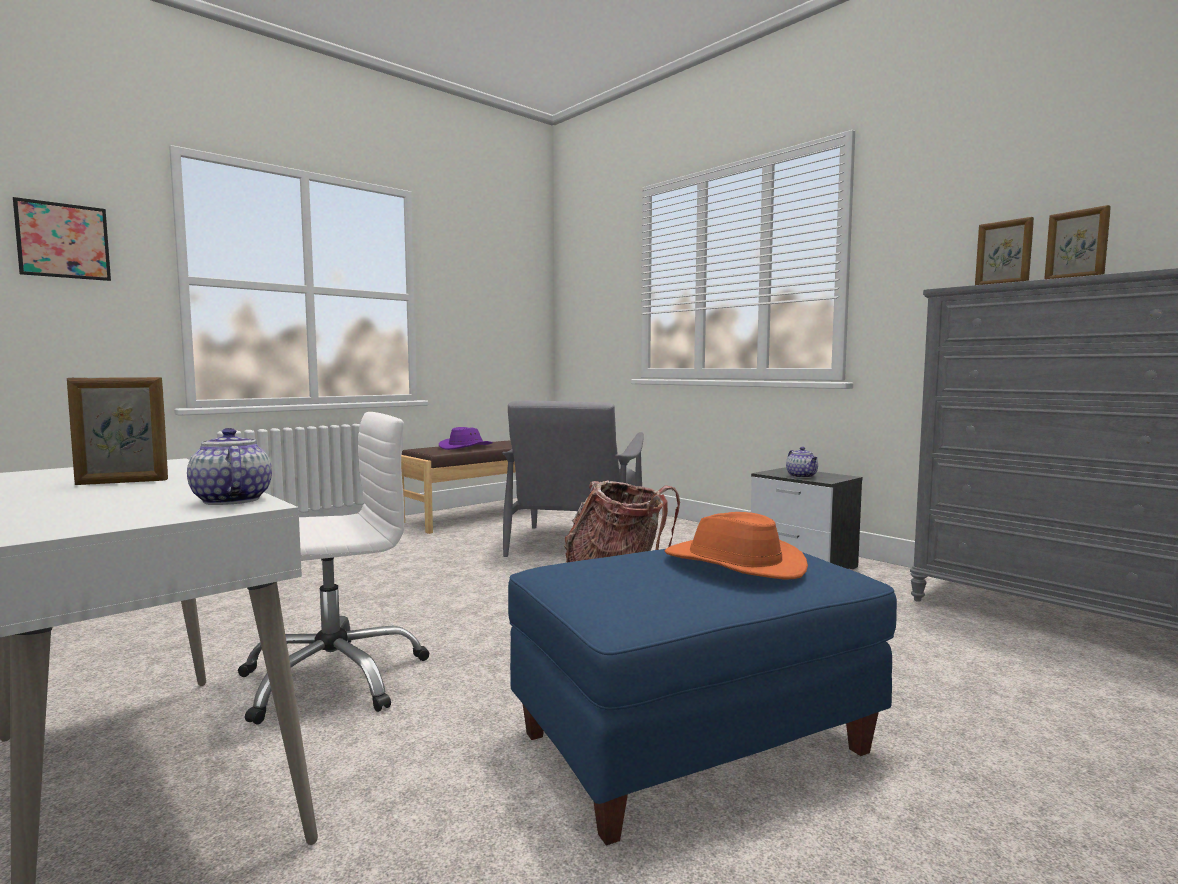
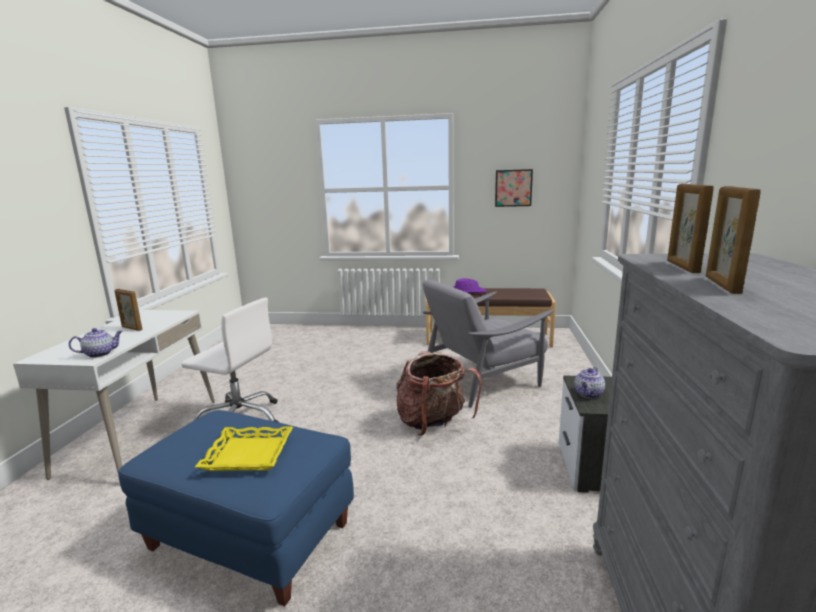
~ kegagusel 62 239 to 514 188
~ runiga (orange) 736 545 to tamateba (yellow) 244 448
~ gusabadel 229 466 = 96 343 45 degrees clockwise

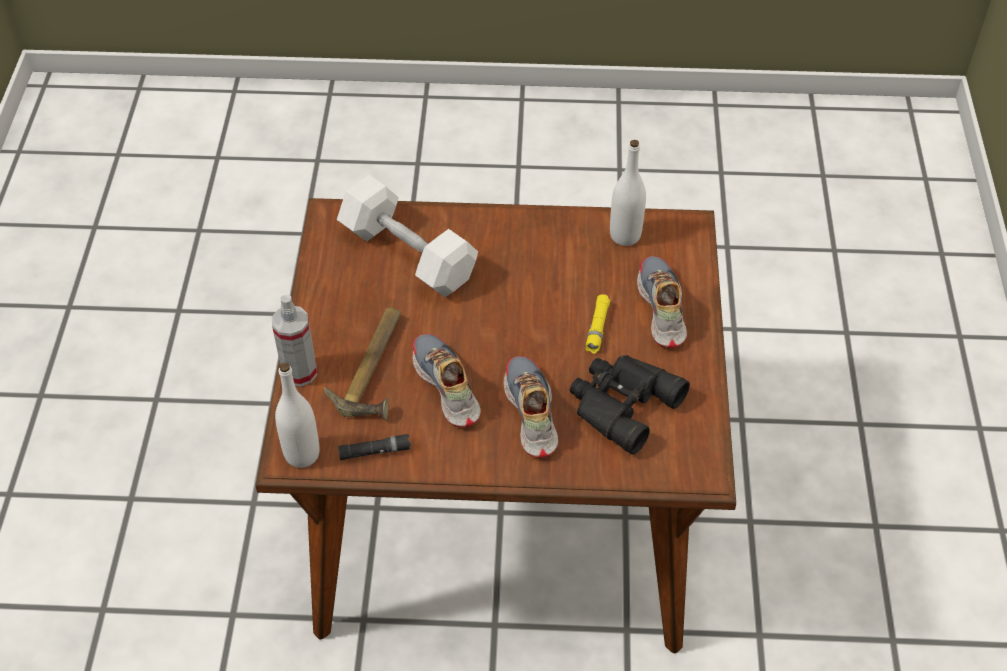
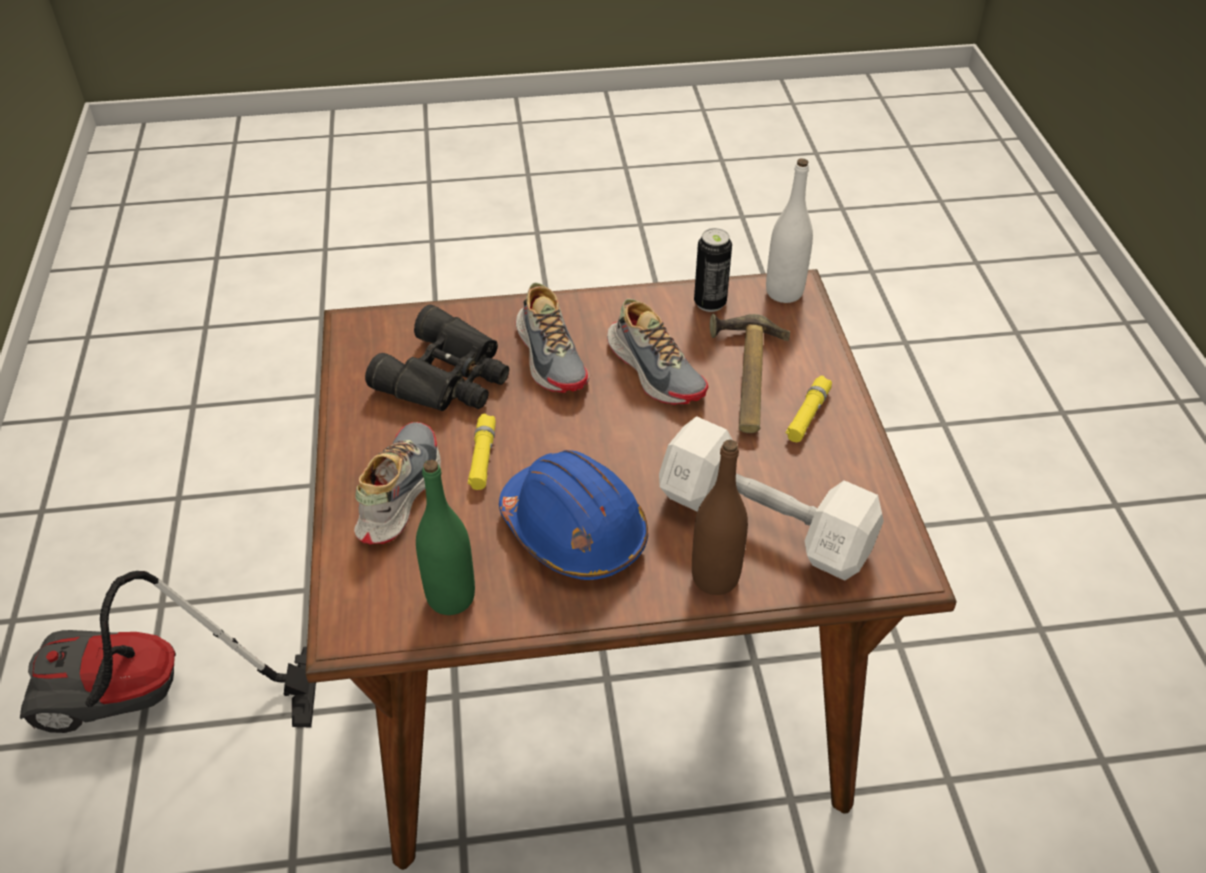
- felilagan 294 341
+ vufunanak 168 652
+ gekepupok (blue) 573 515
+ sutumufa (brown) 720 517
+ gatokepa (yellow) 809 409
~ gatokepa (black) 374 447 to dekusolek 713 270
~ sutumufa (white) 628 193 to sutumufa (green) 445 537
~ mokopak 662 302 = 397 483 150 degrees counterclockwise

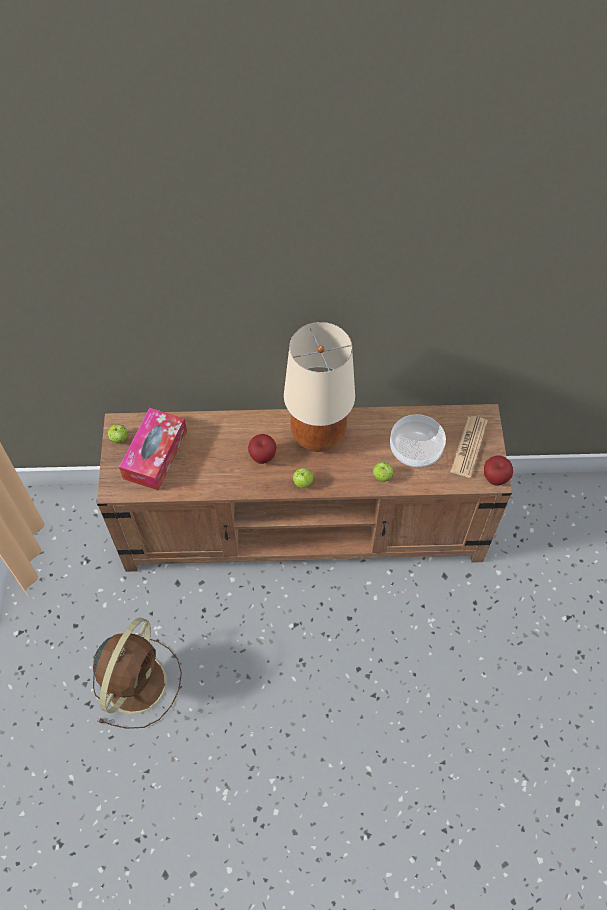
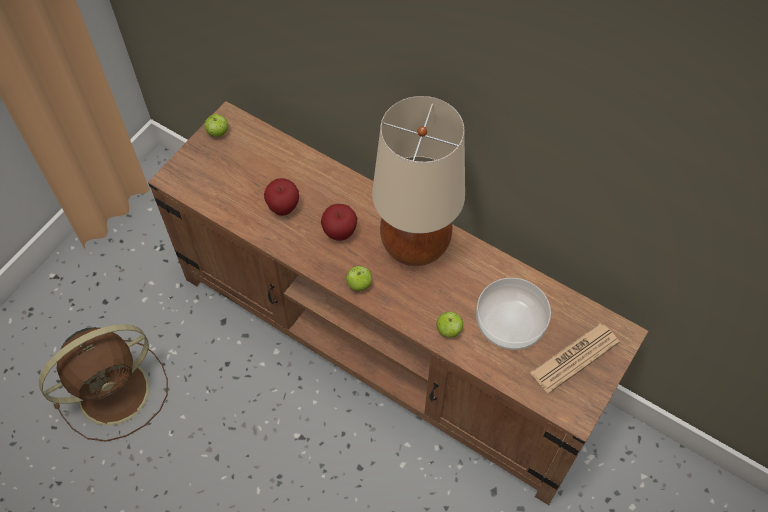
- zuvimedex 153 449
~ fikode 498 470 to 281 197

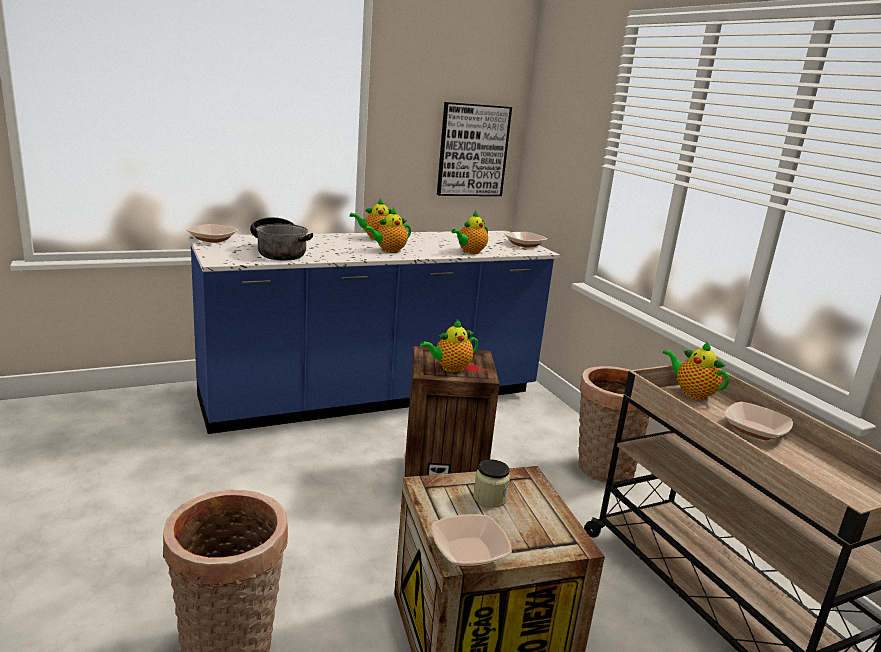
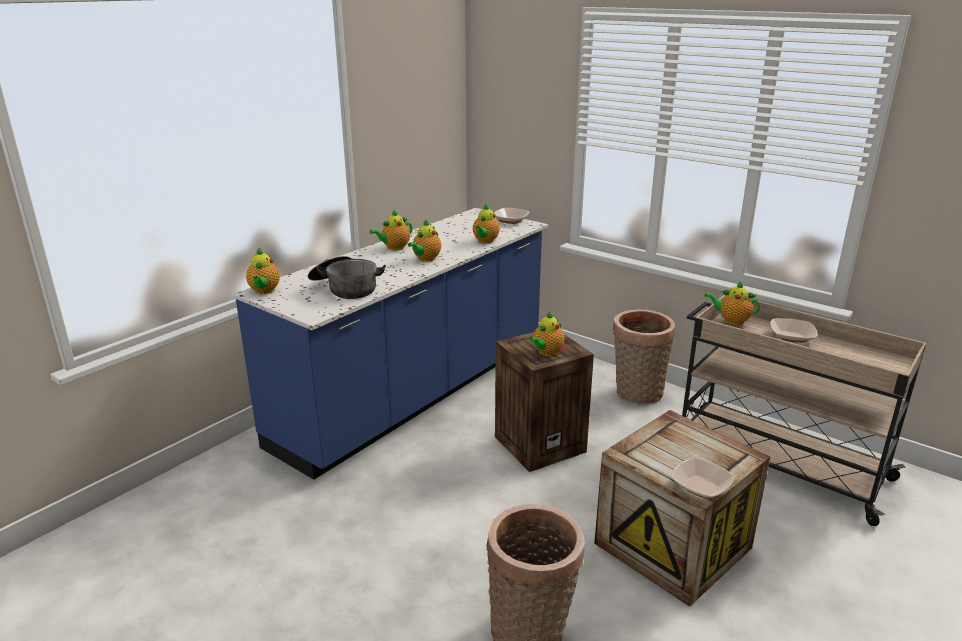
- kegagusel 474 149
- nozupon 491 483
~ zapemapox 212 233 to gusabadel 263 271

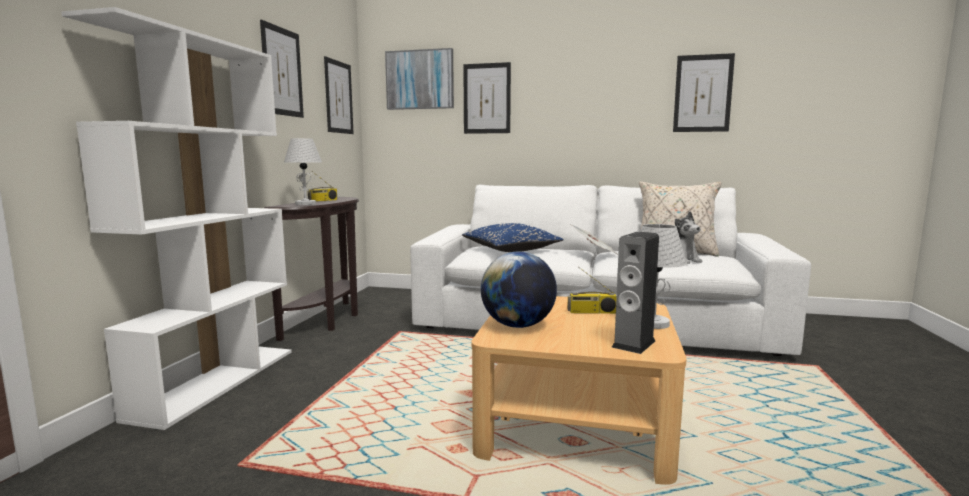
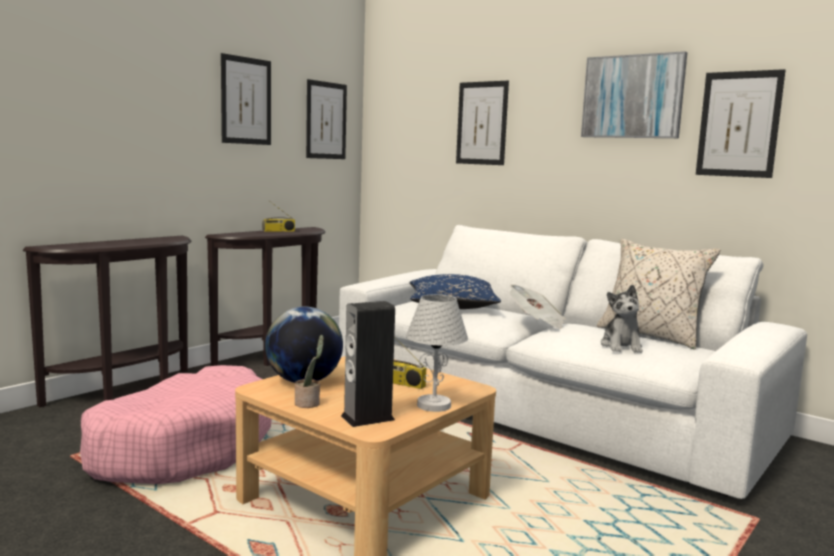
- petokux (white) 303 171
+ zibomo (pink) 176 424
+ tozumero 309 371
~ kegagusel 419 79 to 634 94
~ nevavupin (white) 176 218 to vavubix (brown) 107 321

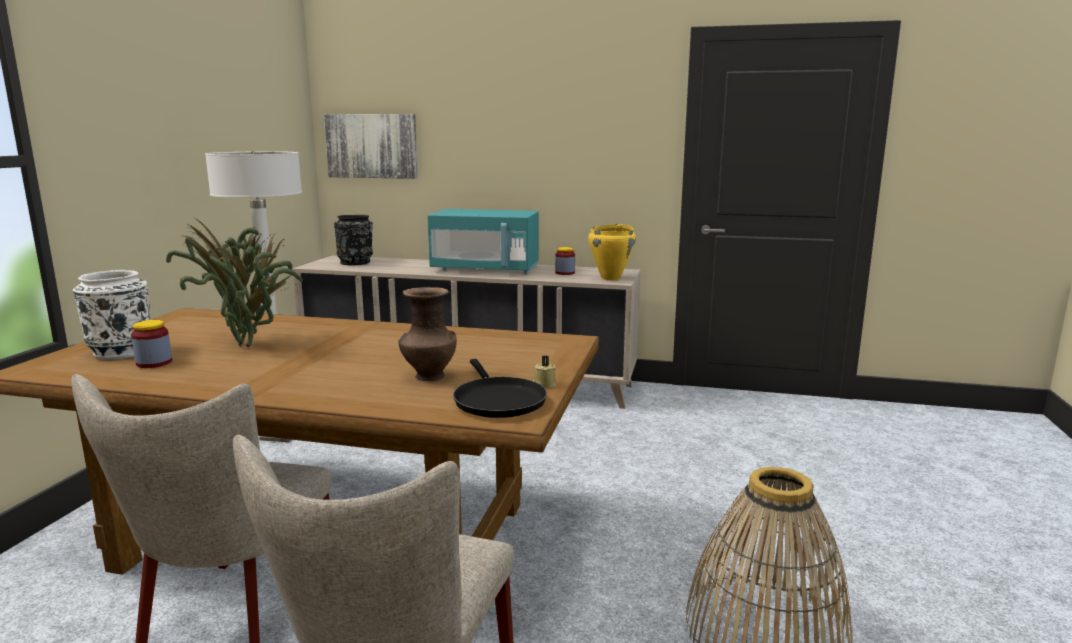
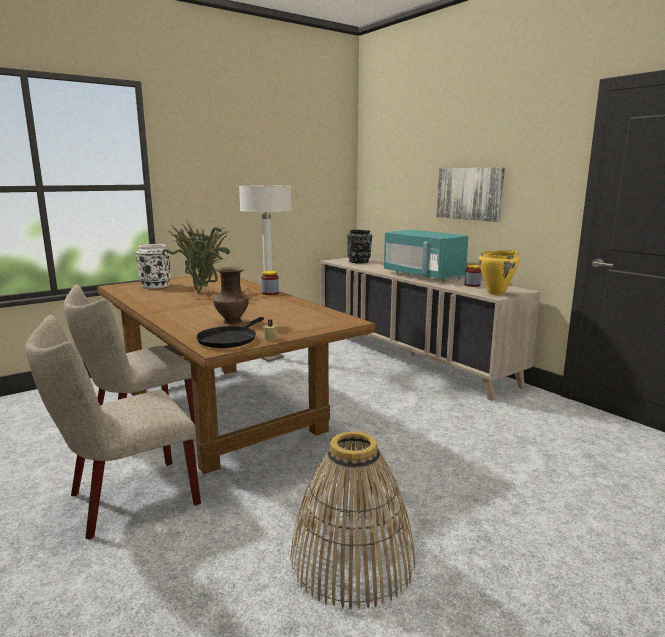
~ nozupon 151 344 to 270 283
~ kegagusel 371 146 to 470 194

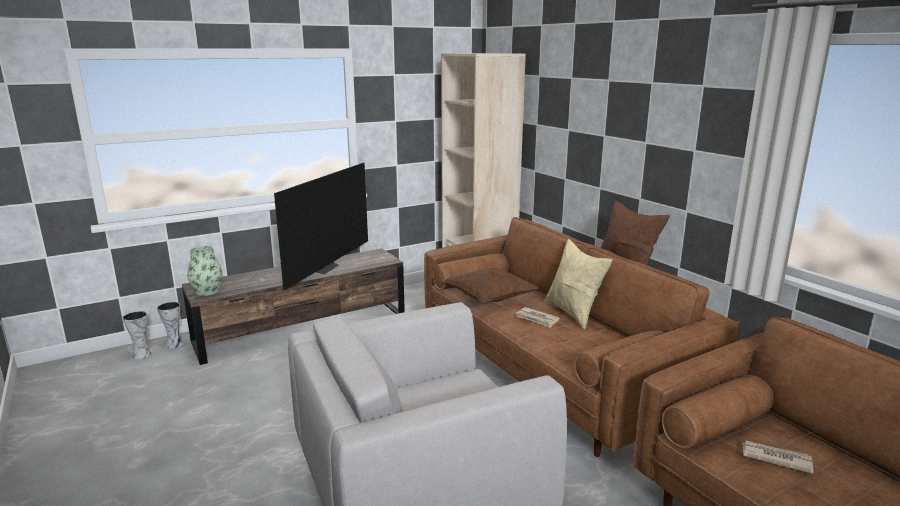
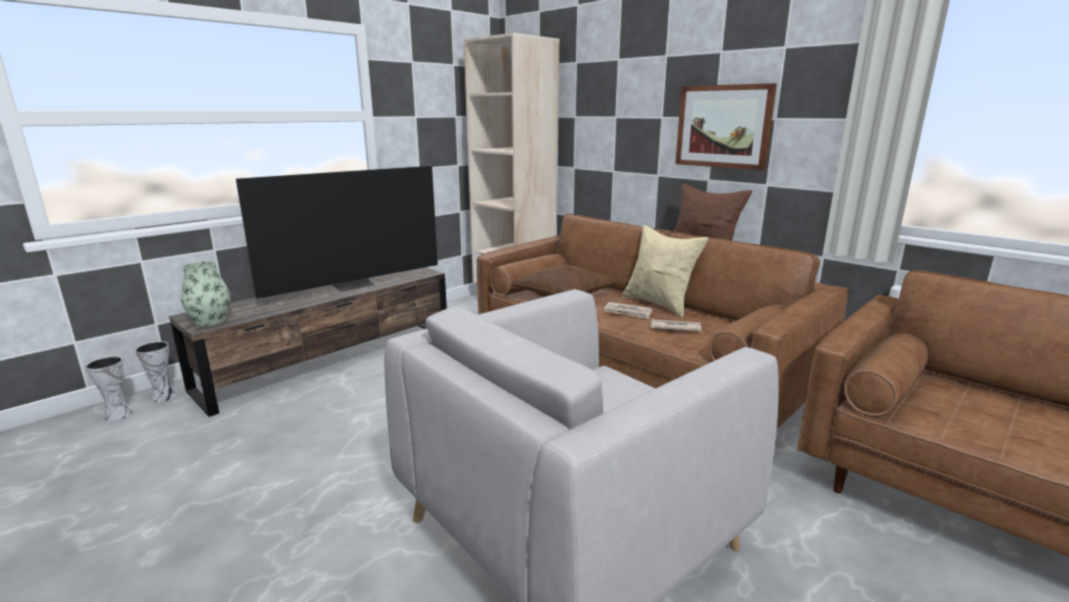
+ kegagusel 726 126
~ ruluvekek 778 457 to 675 325
~ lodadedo 321 226 = 337 232 45 degrees clockwise

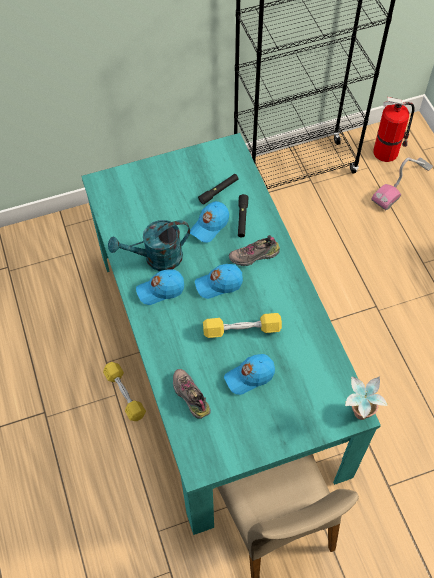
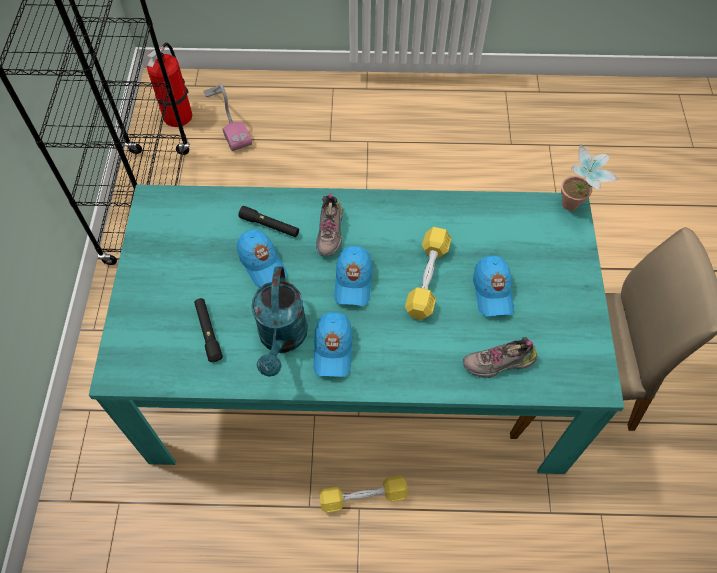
~ gatokepa (black) 218 189 to 208 330

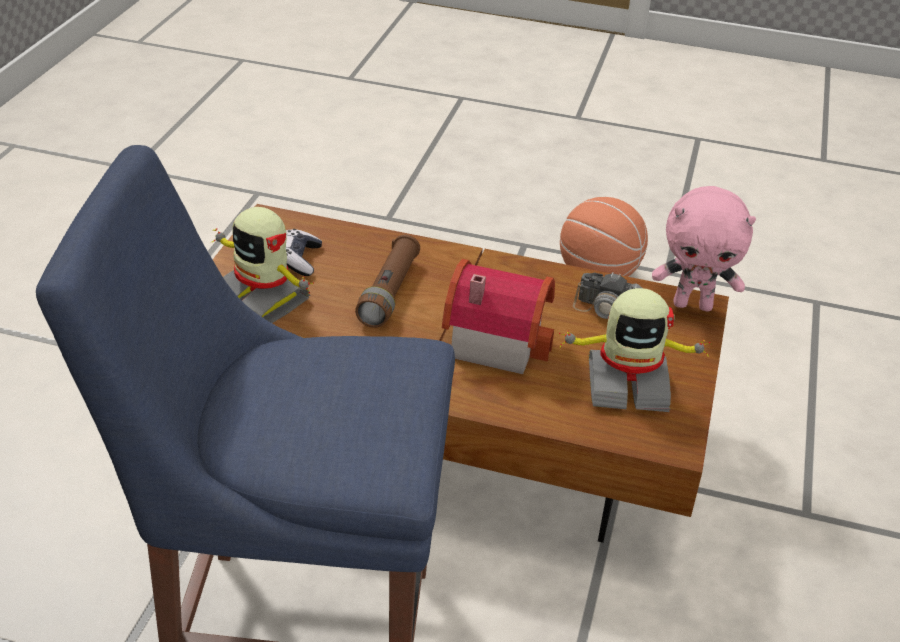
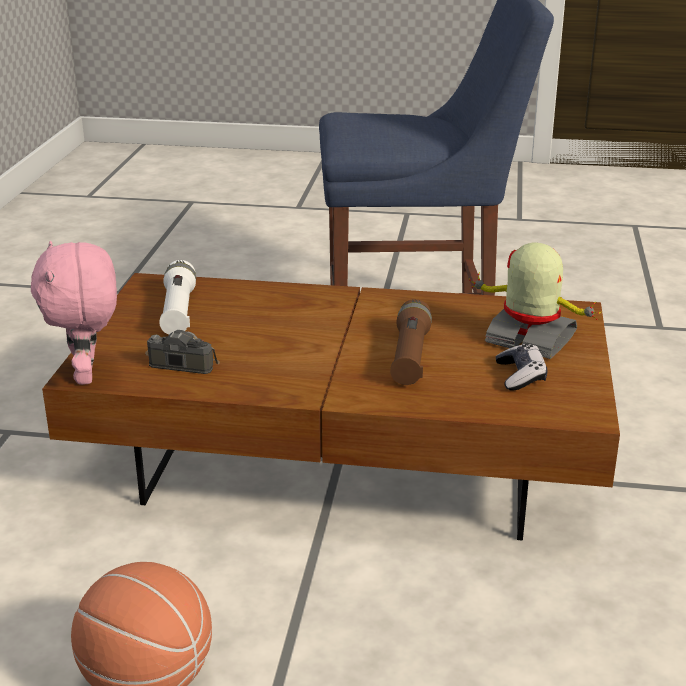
- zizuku 498 316
~ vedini 634 350 to gatokepa (white) 177 297
~ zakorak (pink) 704 248 = 74 313 105 degrees counterclockwise

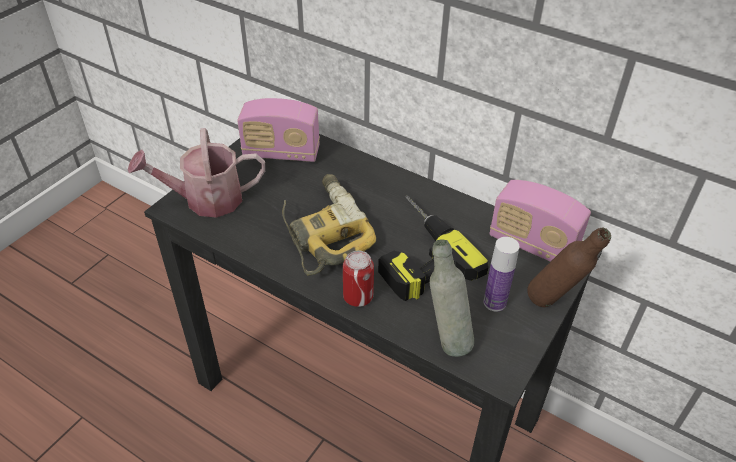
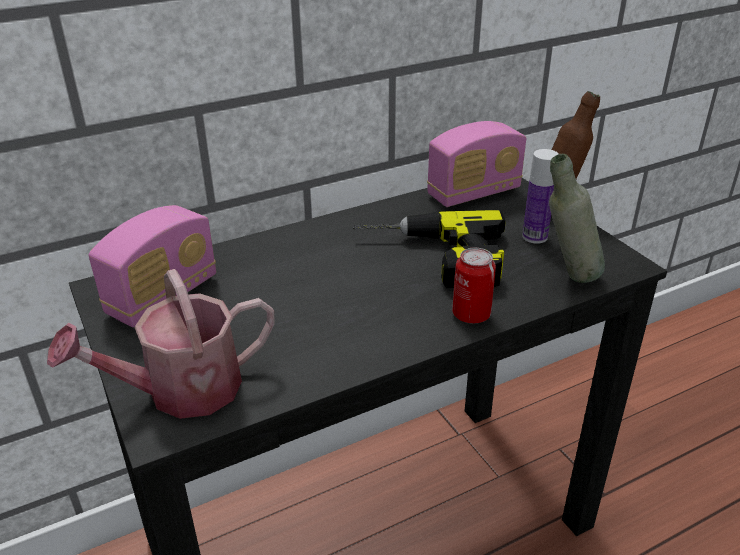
- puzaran 329 225
~ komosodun 196 173 = 160 344 45 degrees clockwise

